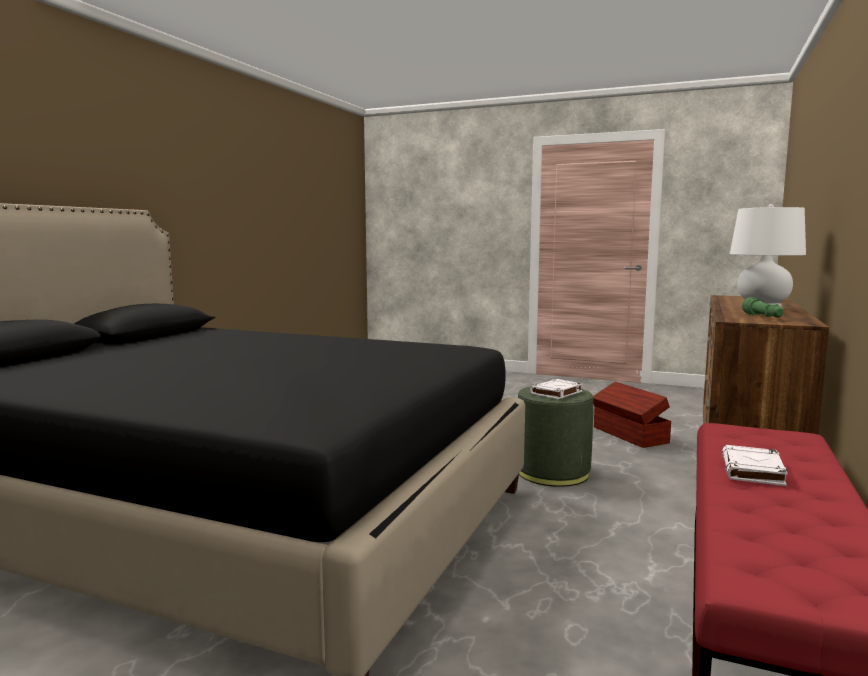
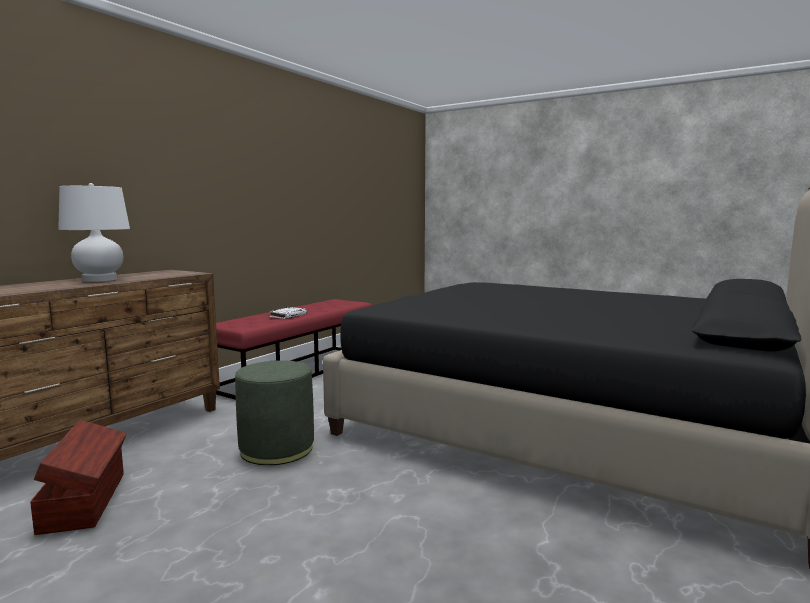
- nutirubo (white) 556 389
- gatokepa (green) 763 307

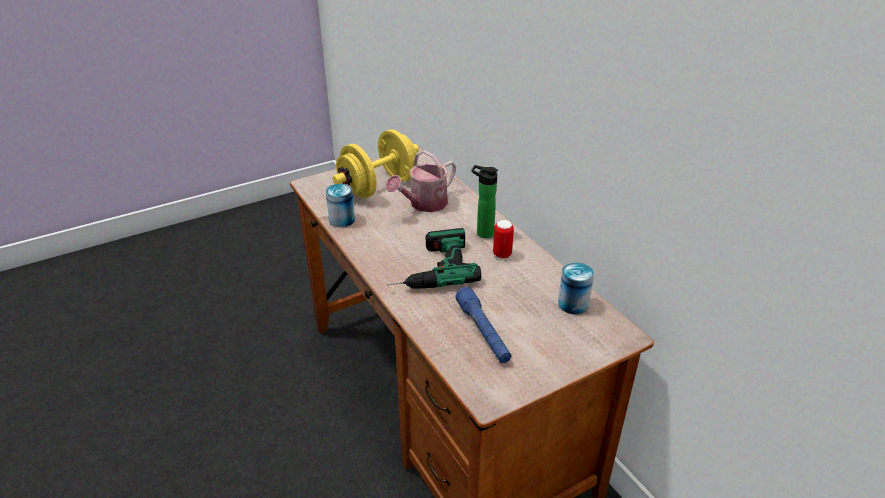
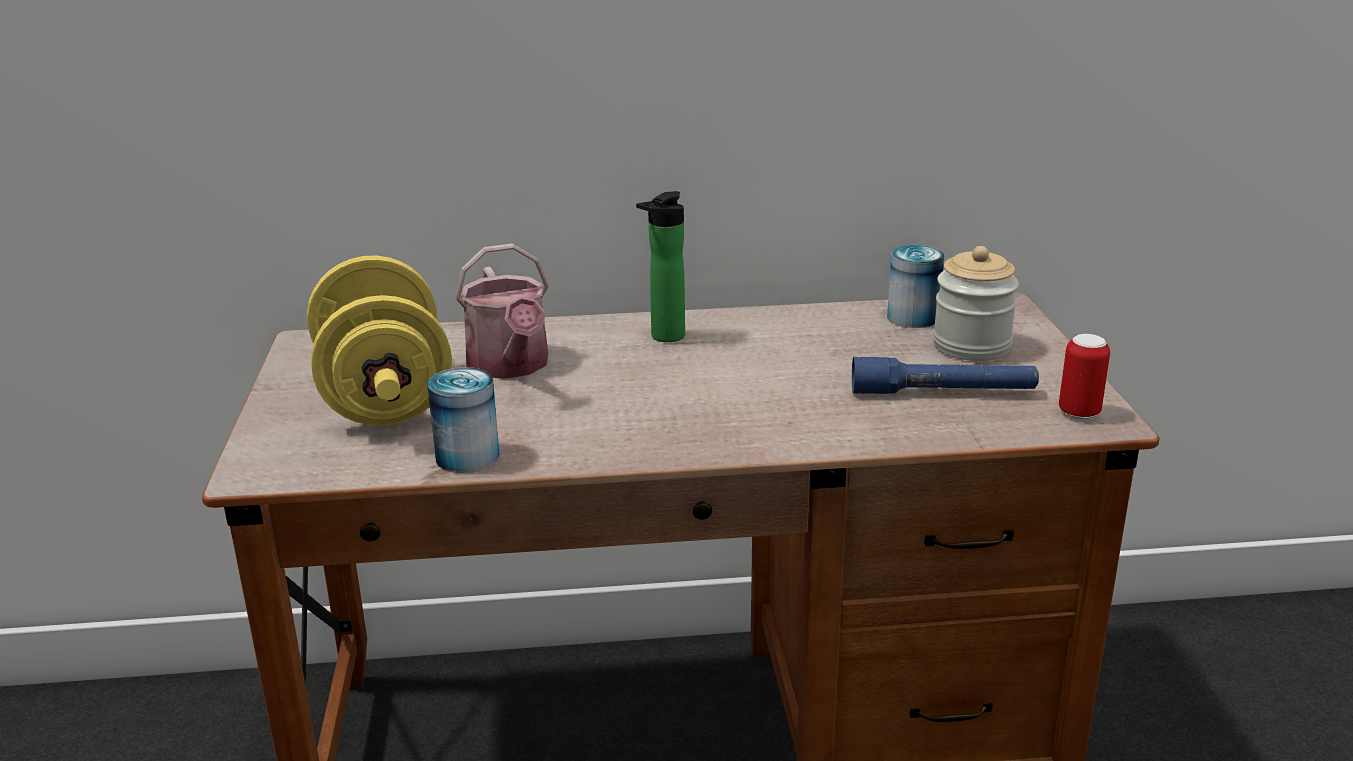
- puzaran 434 258
+ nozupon 976 303
~ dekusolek 503 239 to 1084 376

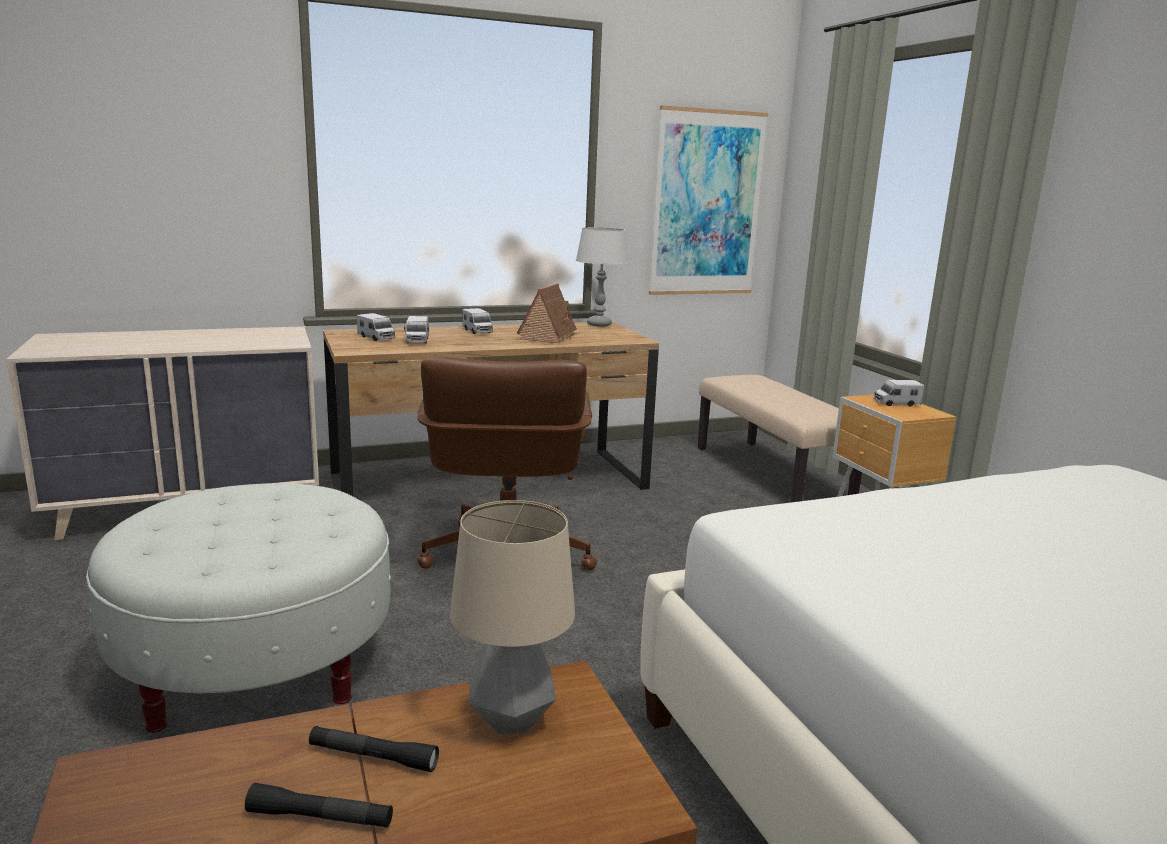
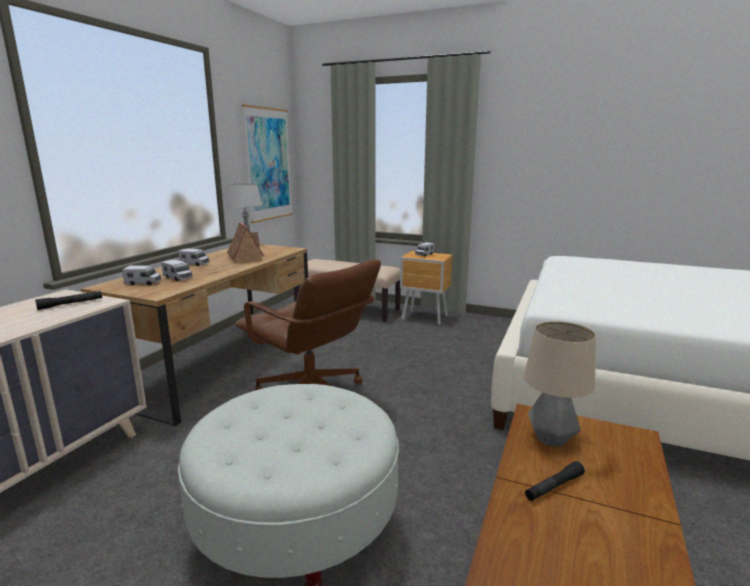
~ gatokepa (black) 319 805 to 68 300

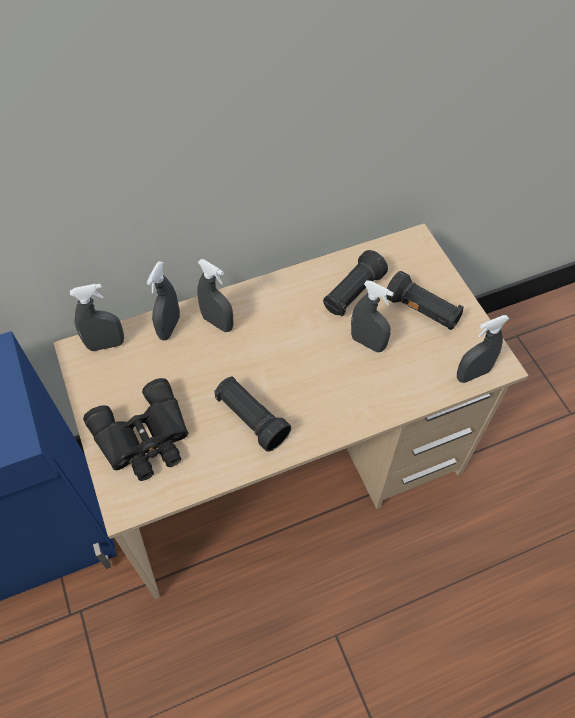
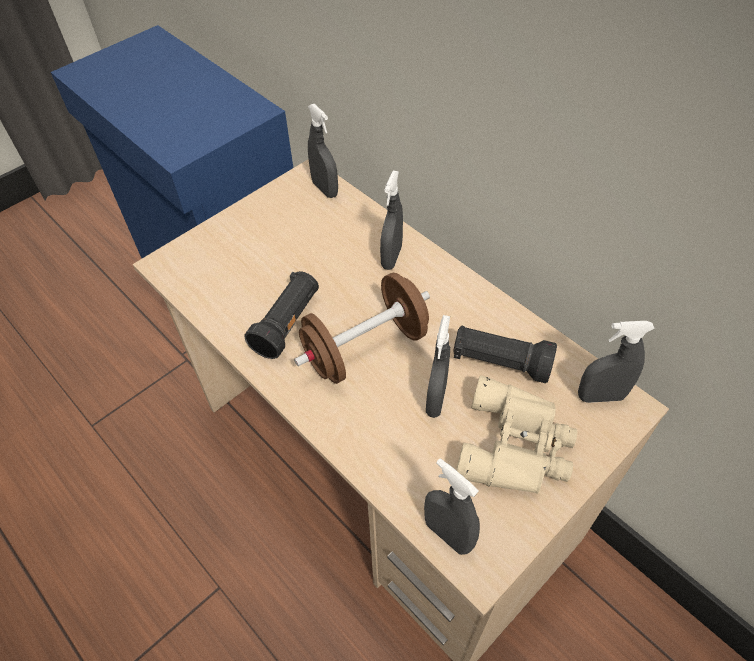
- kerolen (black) 135 429
+ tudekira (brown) 362 328
~ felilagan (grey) 163 300 to 616 362
~ gatokepa (black) 425 300 to kerolen (beige) 517 434

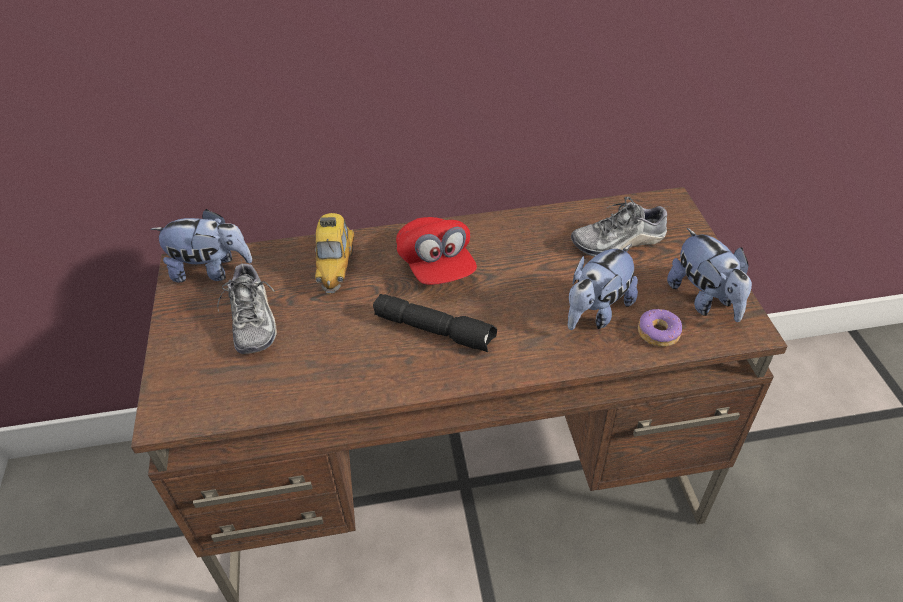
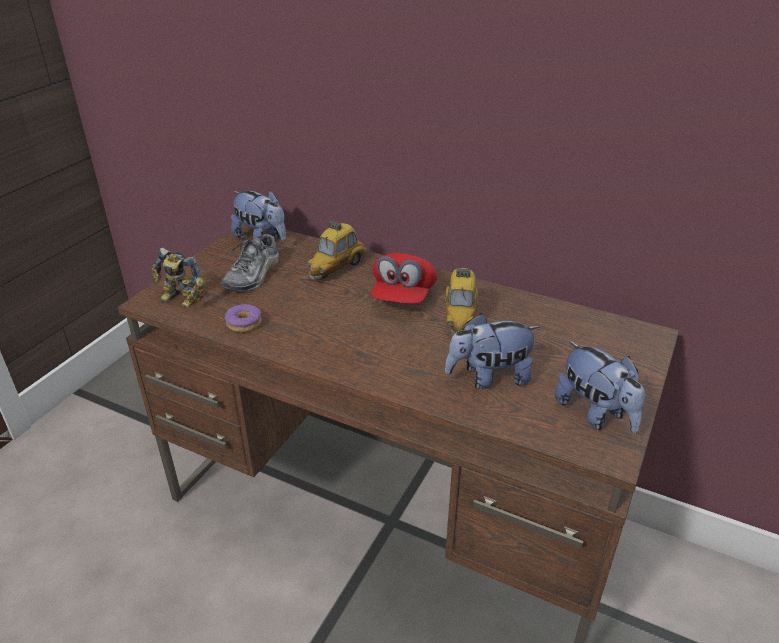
- gatokepa (black) 435 323
- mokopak 619 227
+ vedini 178 277
+ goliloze 461 301
~ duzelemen 660 328 to 243 318
~ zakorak 709 275 = 600 387 45 degrees counterclockwise

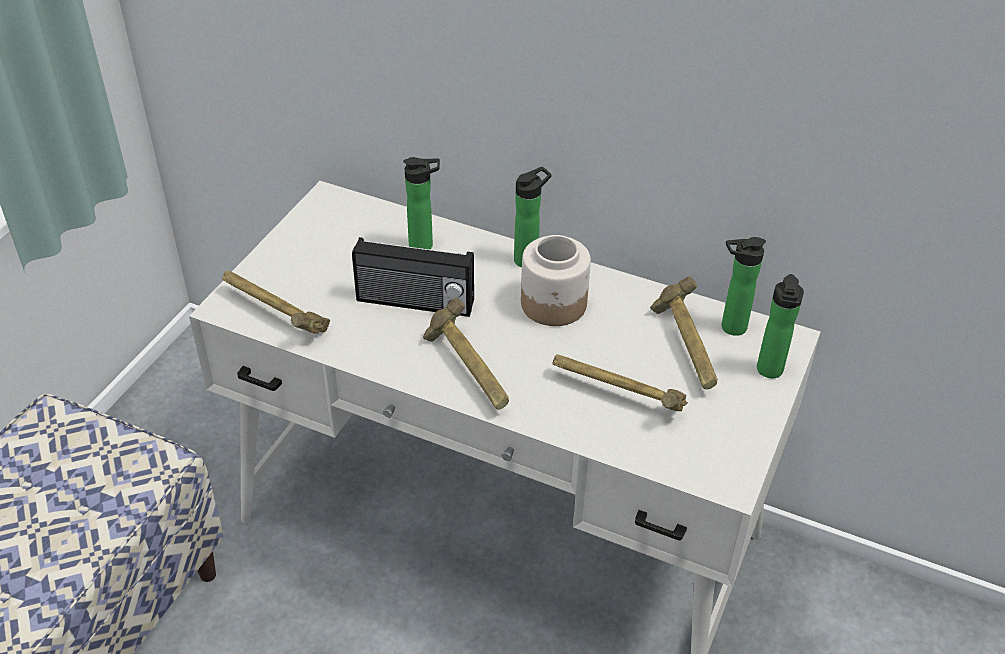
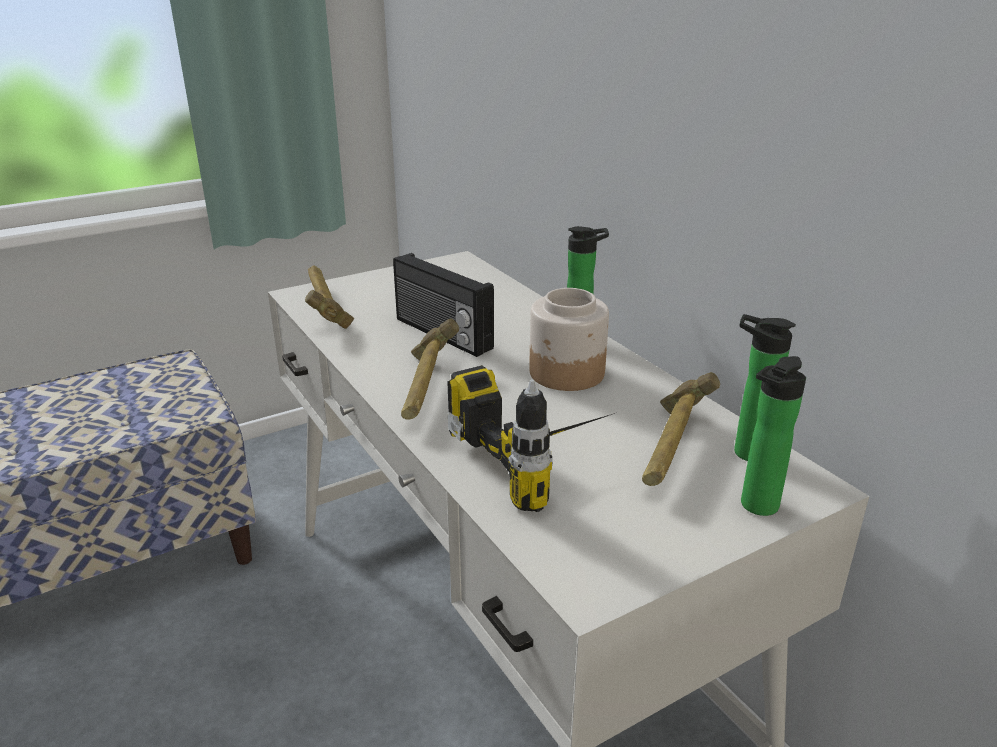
- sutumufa 421 203
~ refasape 620 382 to puzaran 531 438

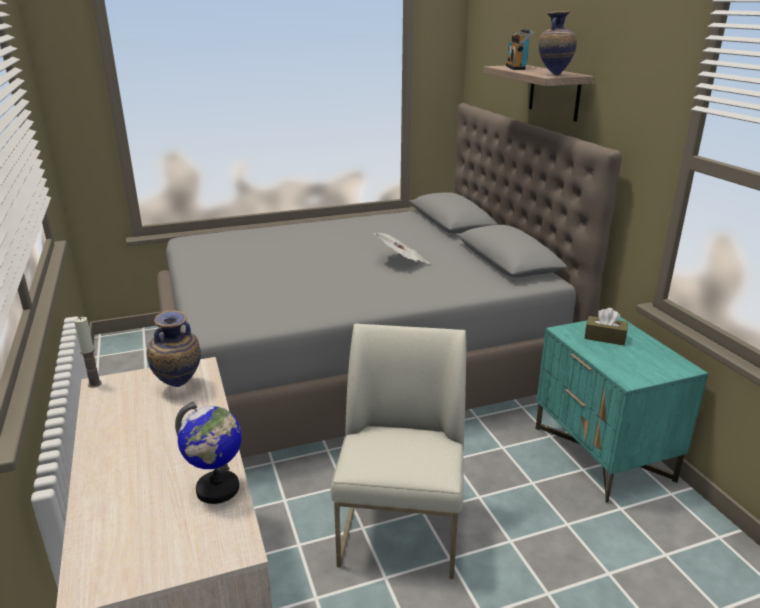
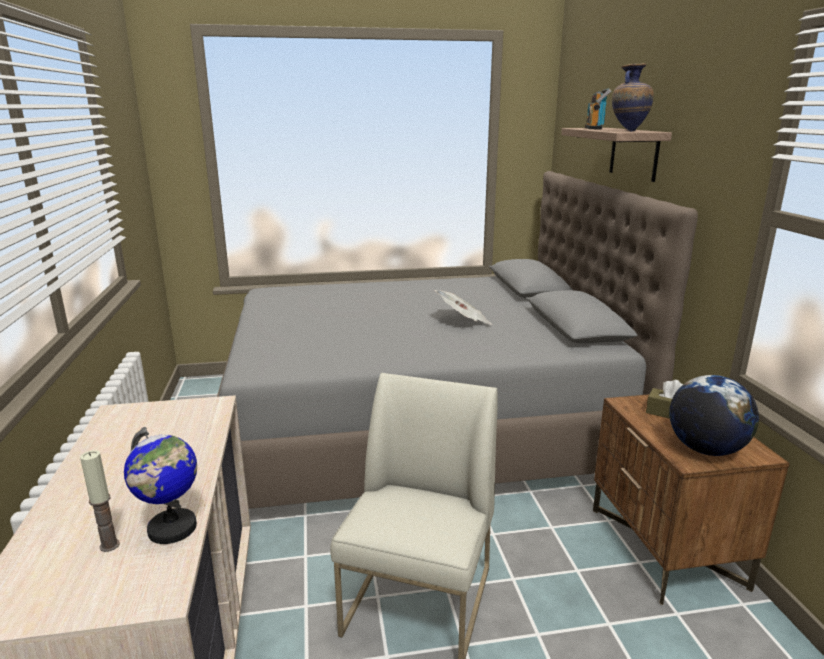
- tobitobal 174 348
+ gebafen 714 415
~ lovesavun 88 352 to 100 501
~ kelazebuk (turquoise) 622 409 to kelazebuk (brown) 691 499

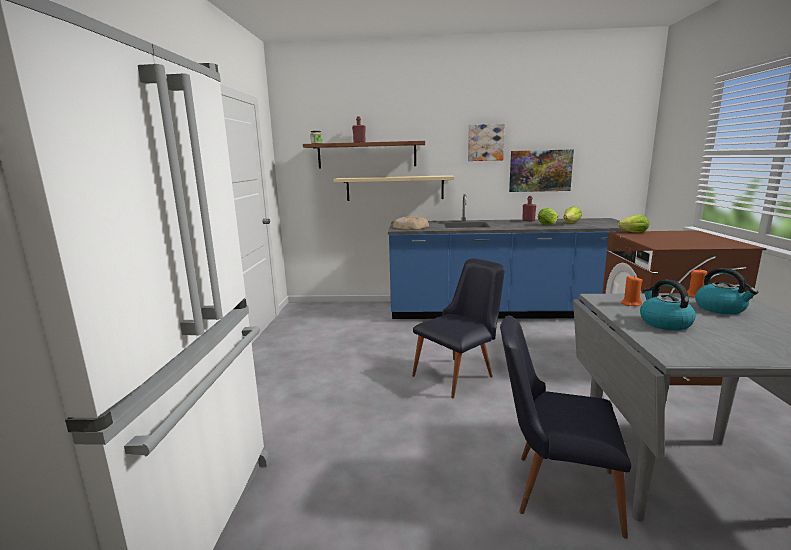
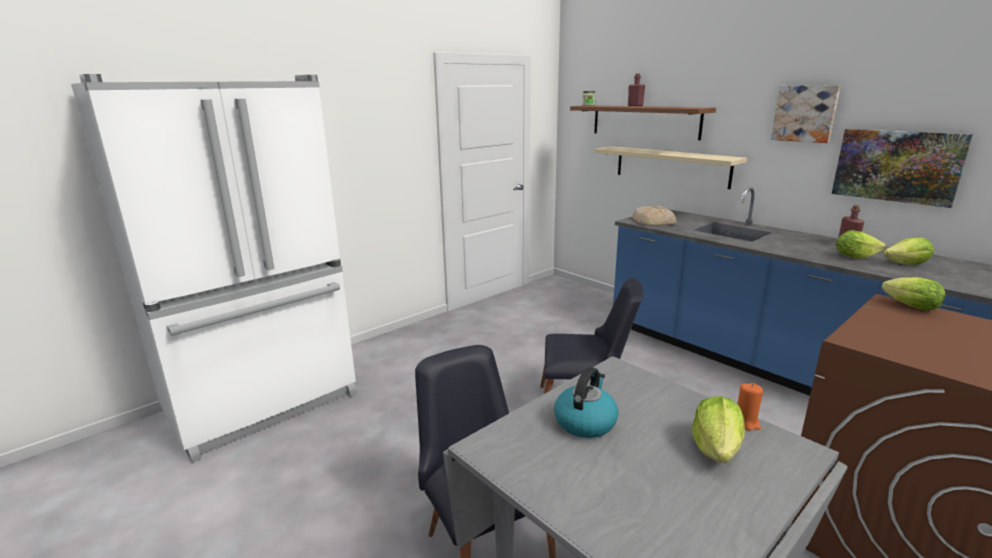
- lovesavun (orange) 631 290
~ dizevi 726 291 to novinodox 718 429

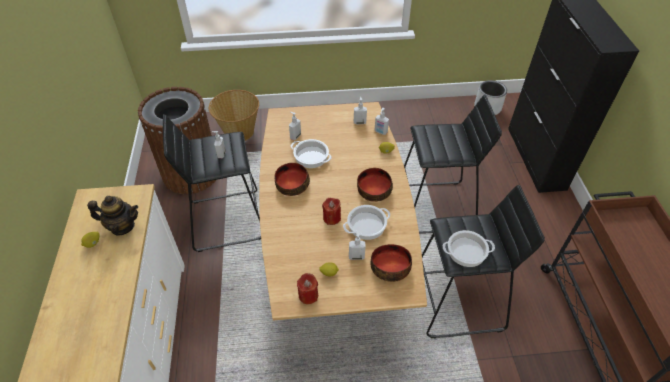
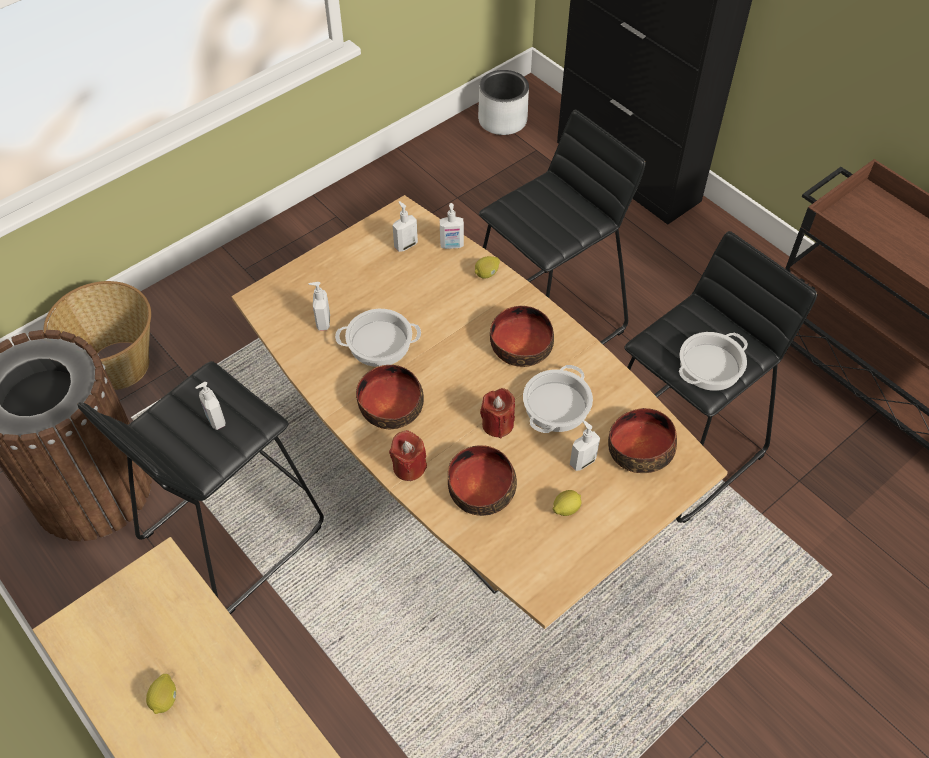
- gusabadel 112 215
+ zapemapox 482 480
~ lovesavun (red) 307 288 to 408 455

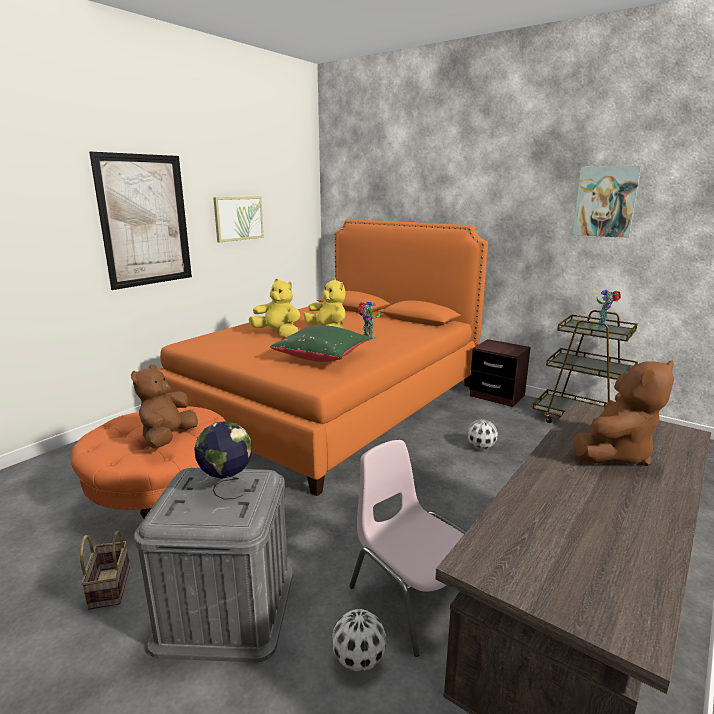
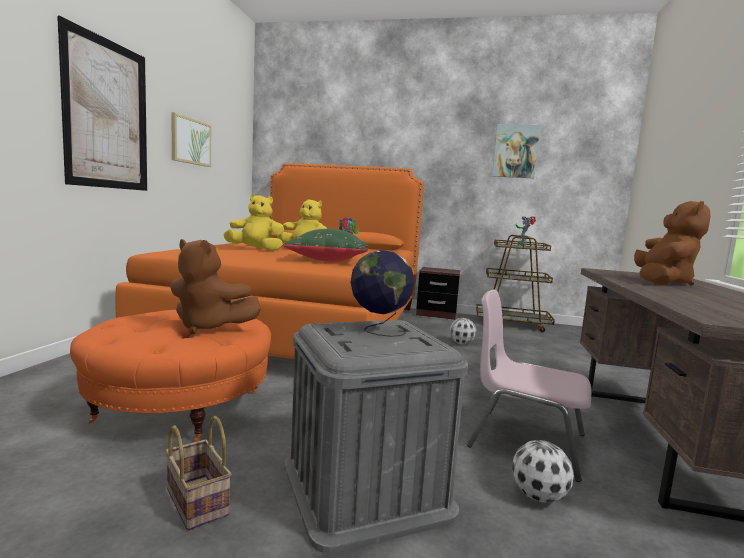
~ zakorak (brown) 164 406 = 215 287 60 degrees counterclockwise

